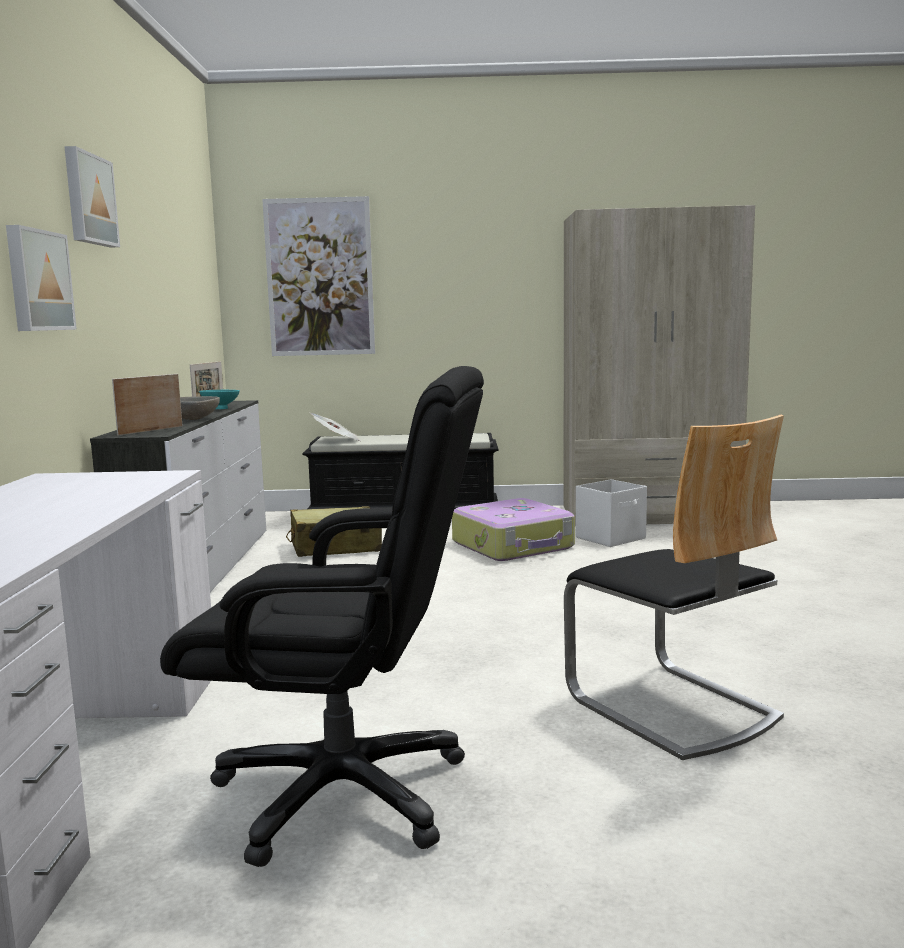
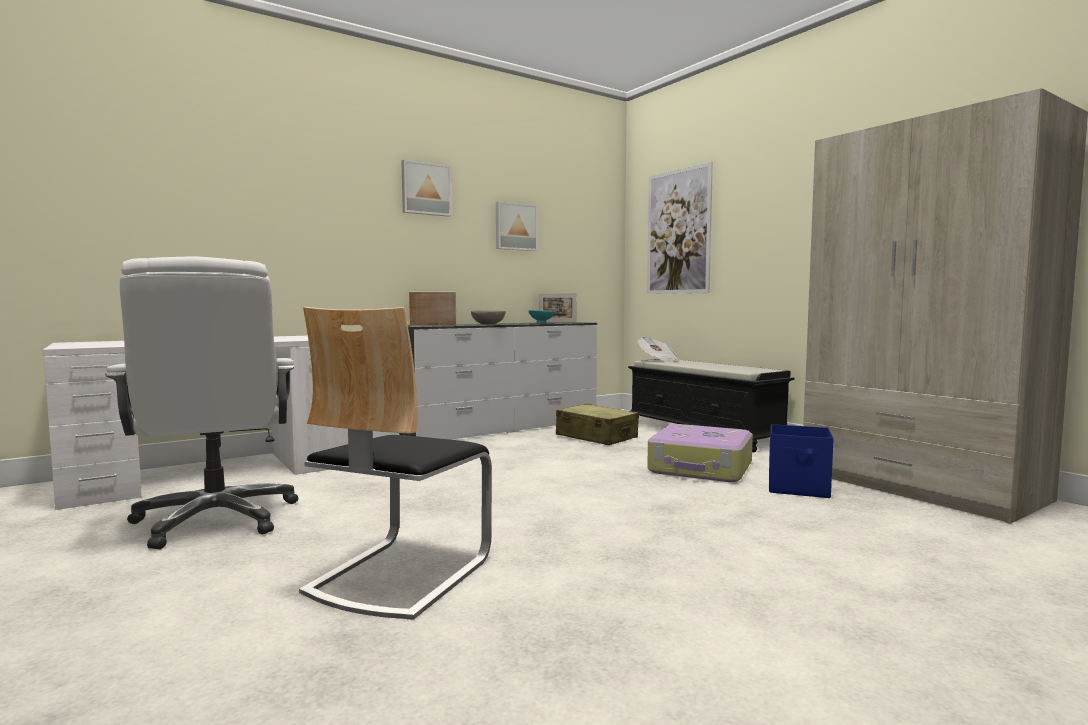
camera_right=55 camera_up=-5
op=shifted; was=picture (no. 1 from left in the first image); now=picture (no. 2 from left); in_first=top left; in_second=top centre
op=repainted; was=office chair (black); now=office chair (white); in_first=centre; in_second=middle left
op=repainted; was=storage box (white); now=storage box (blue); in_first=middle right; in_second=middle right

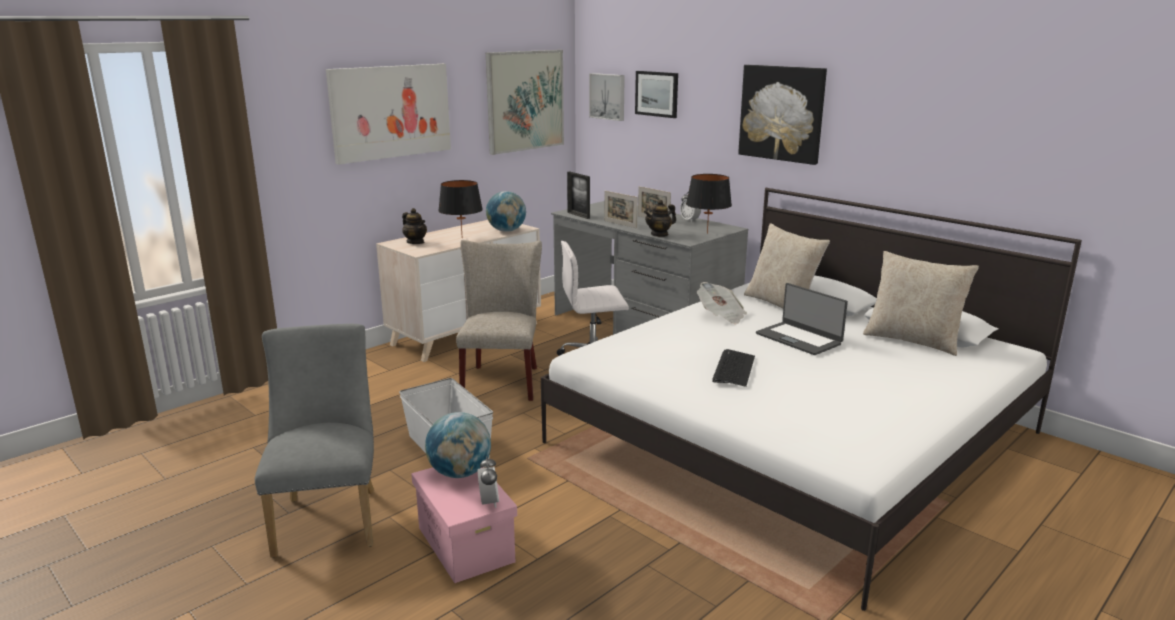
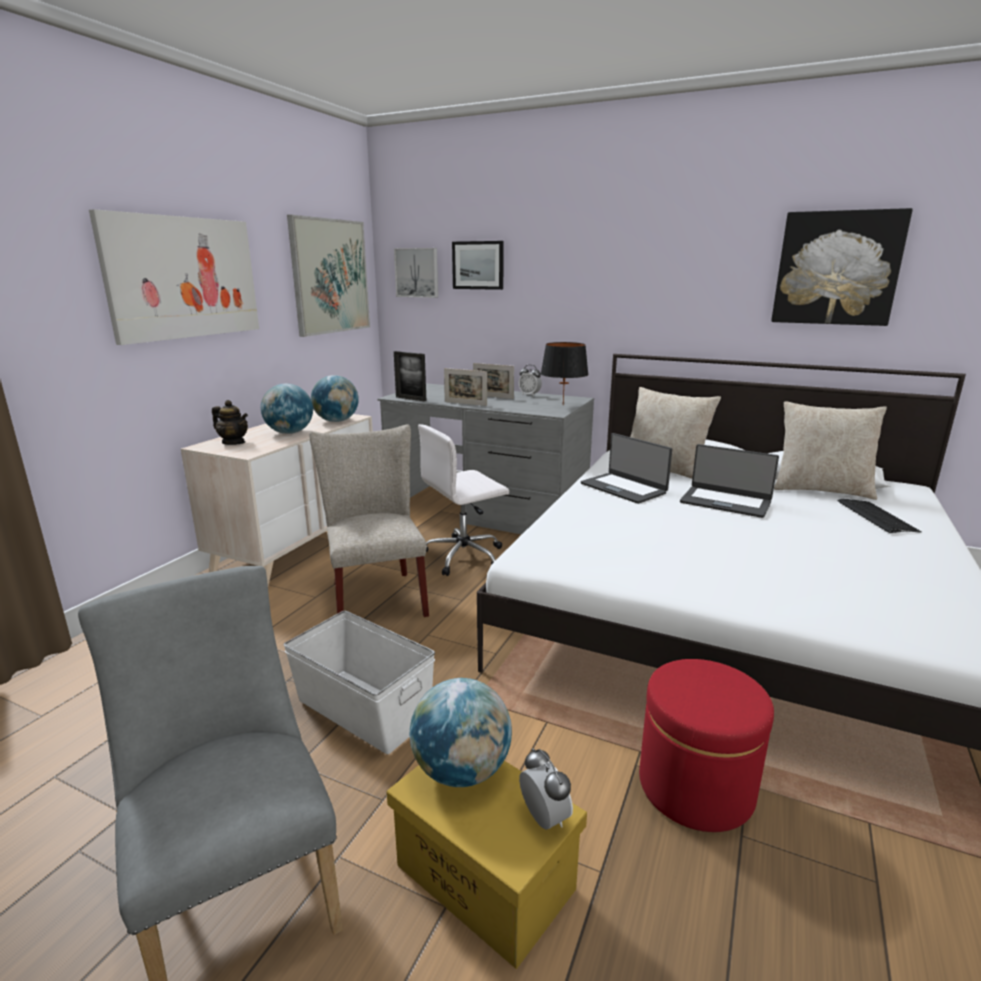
camera_right=-20 camera_up=0
op=shifted; was=picture (no. 5 from left); in_first=top centre; in_second=top right
op=swapped; was=table lamp (black) (no. 1 from left); now=globe (no. 1 from left); in_first=top centre; in_second=middle left
op=gone; was=teapot (no. 2 from left); in_first=centre
op=swapped; was=newspaper; now=laptop (no. 1 from left); in_first=centre; in_second=centre
op=shifted; was=keyboard; in_first=centre; in_second=middle right
op=repainted; was=storage box (pink); now=storage box (yellow); in_first=bottom centre; in_second=bottom centre
op=new; now=ottoman (red); in_second=bottom right

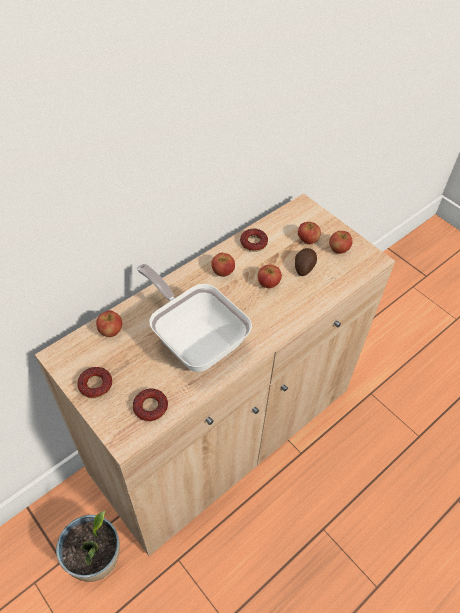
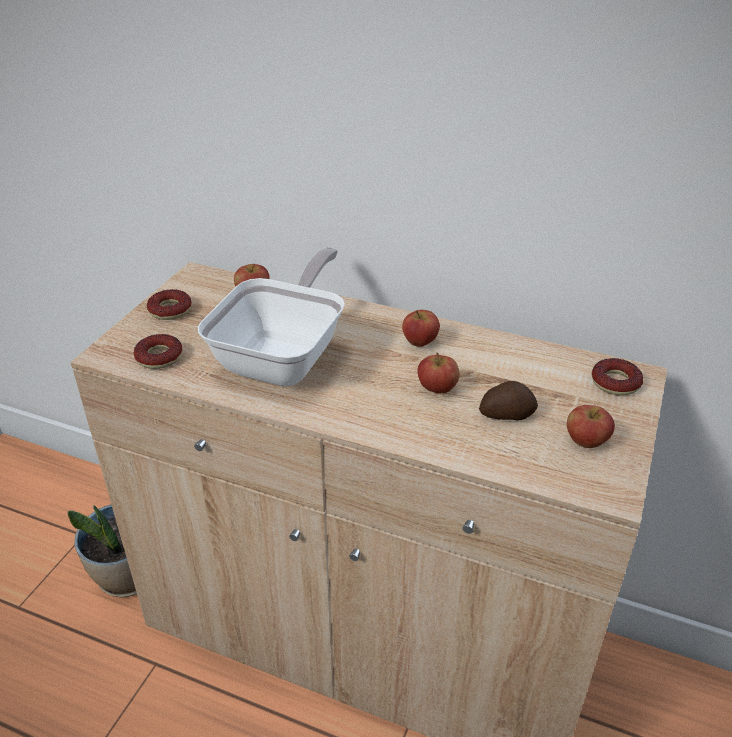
camera_right=65 camera_up=-15
op=gone; was=apple (no. 4 from left); in_first=middle right
op=shifted; was=donut (no. 3 from left); in_first=centre; in_second=middle right

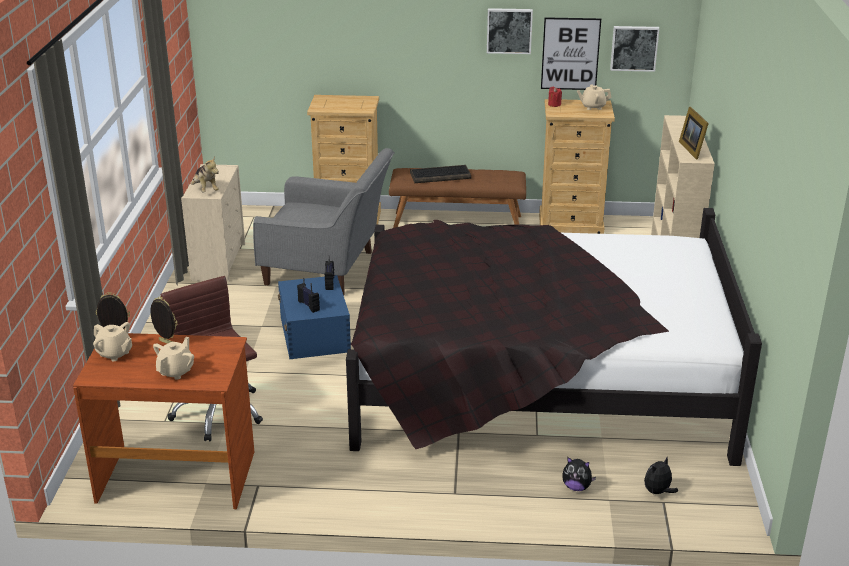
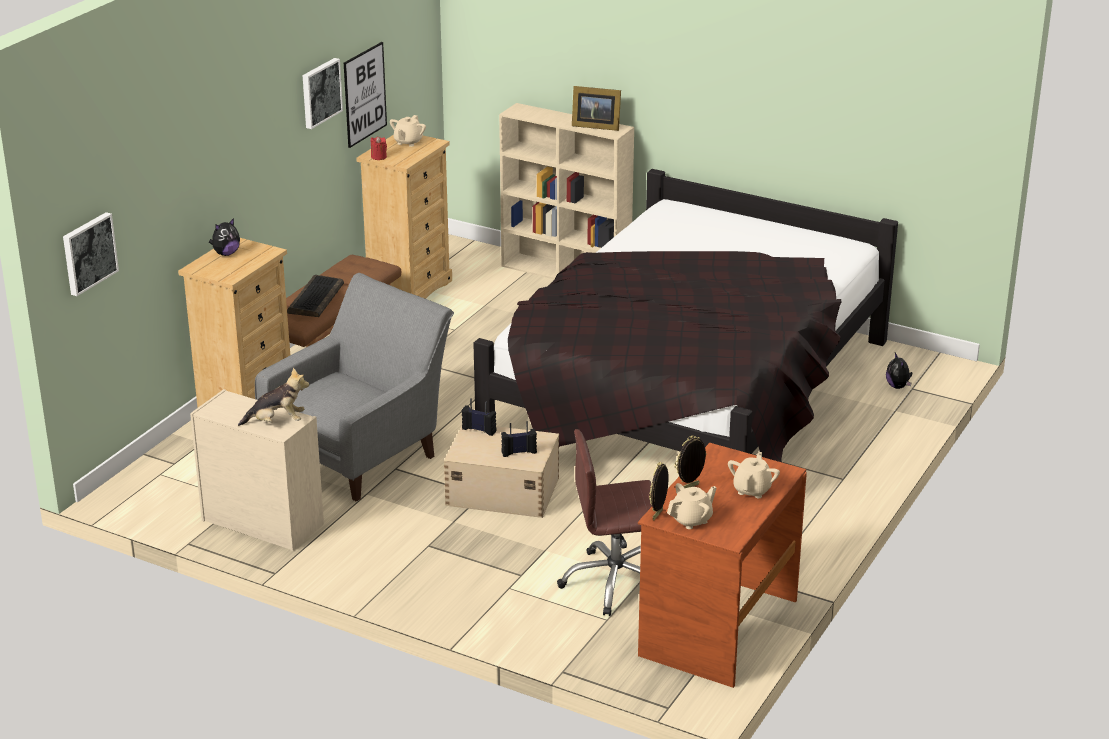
camera_right=-65 camera_up=0
op=shifted; was=picture (no. 3 from left in the first image); now=picture (no. 1 from left); in_first=top right; in_second=middle left
op=repainted; was=storage box (blue); now=storage box (beige); in_first=centre; in_second=centre
op=rotated; was=teapot (beige) (no. 2 from left in the first image); in_first=middle left; in_second=middle right; clockwise=60
op=shifted; was=plush toy (no. 2 from left in the first image); now=plush toy (no. 1 from left); in_first=bottom right; in_second=top left

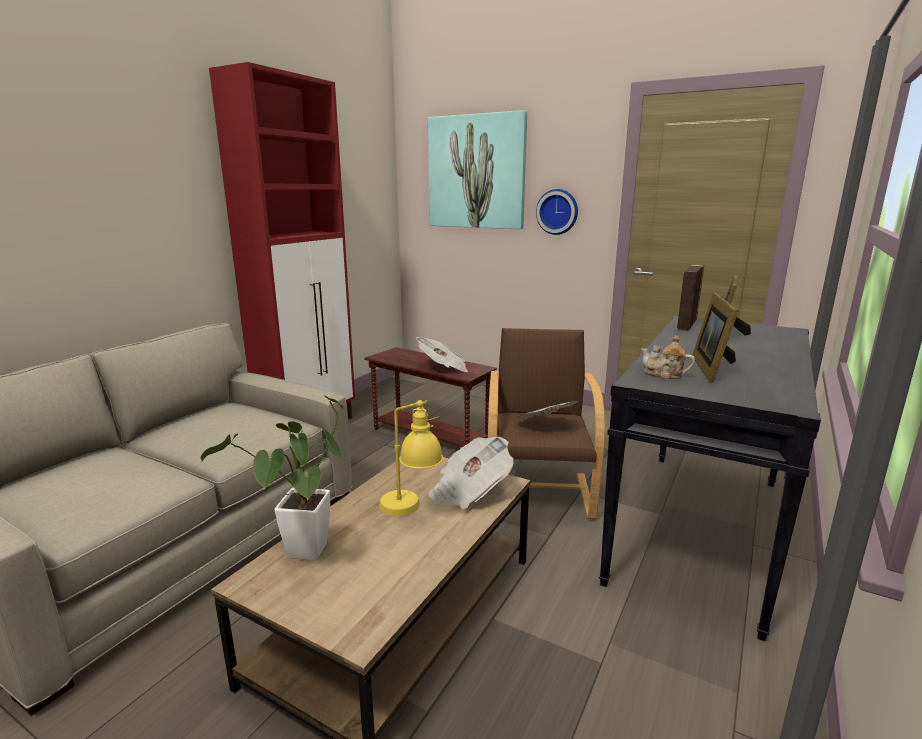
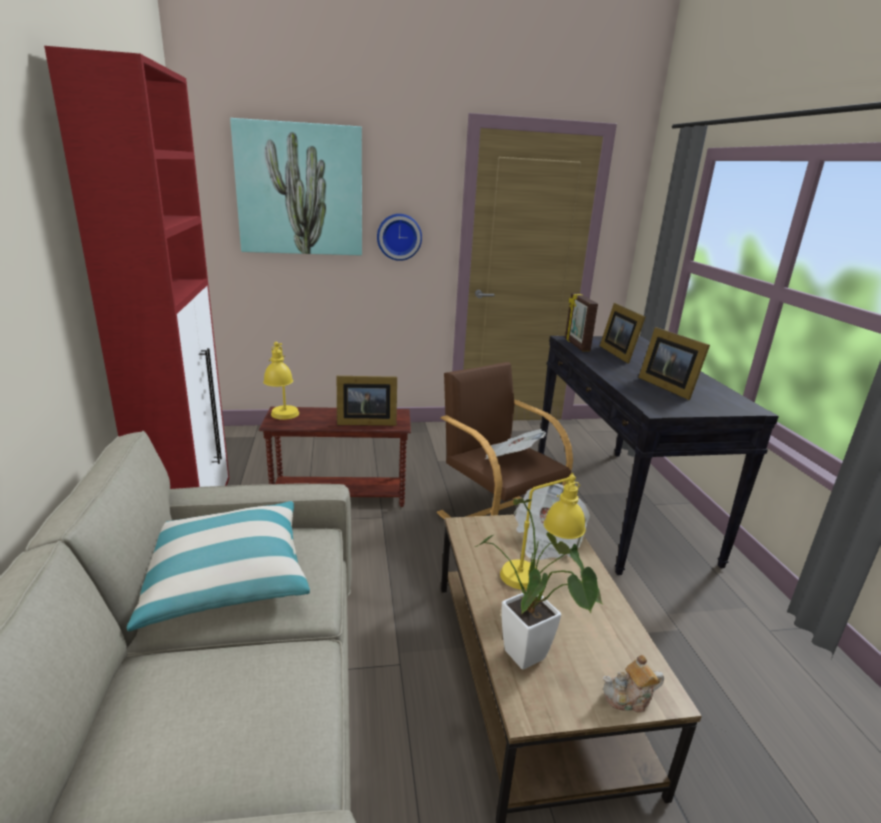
camera_right=-40 camera_up=5
op=shifted; was=teapot; in_first=middle right; in_second=bottom right
op=swapped; was=newspaper (no. 1 from left); now=picture frame (no. 1 from left); in_first=centre; in_second=centre
op=new; now=table lamp (yellow) (no. 1 from left); in_second=middle left
op=new; now=pillow; in_second=bottom left

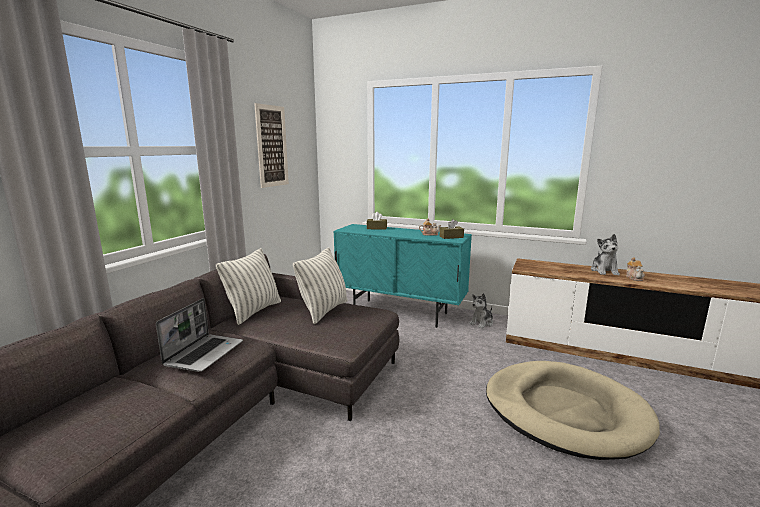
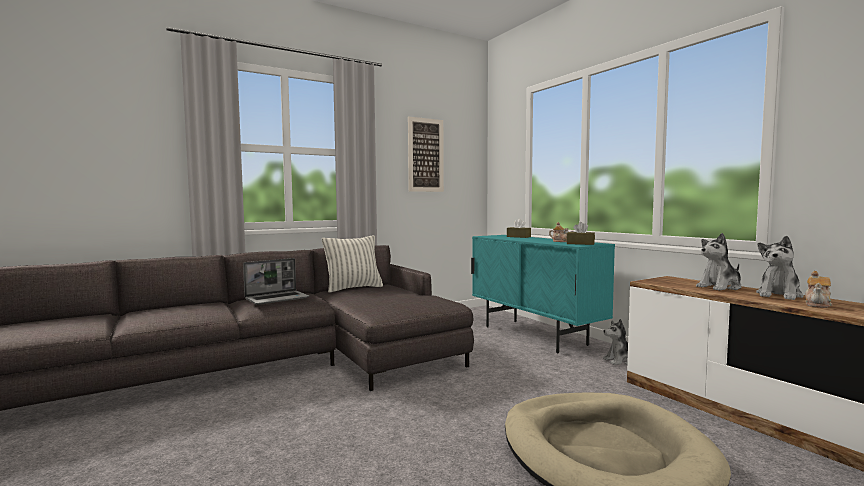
camera_right=35 camera_up=-10
op=gone; was=pillow (no. 2 from left); in_first=centre
op=new; now=plush toy (no. 2 from left); in_second=middle right

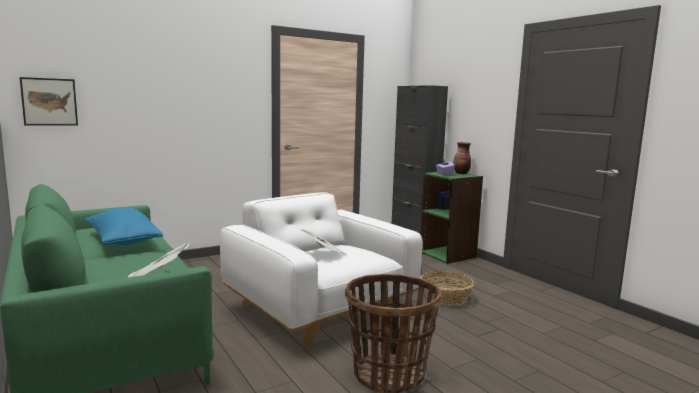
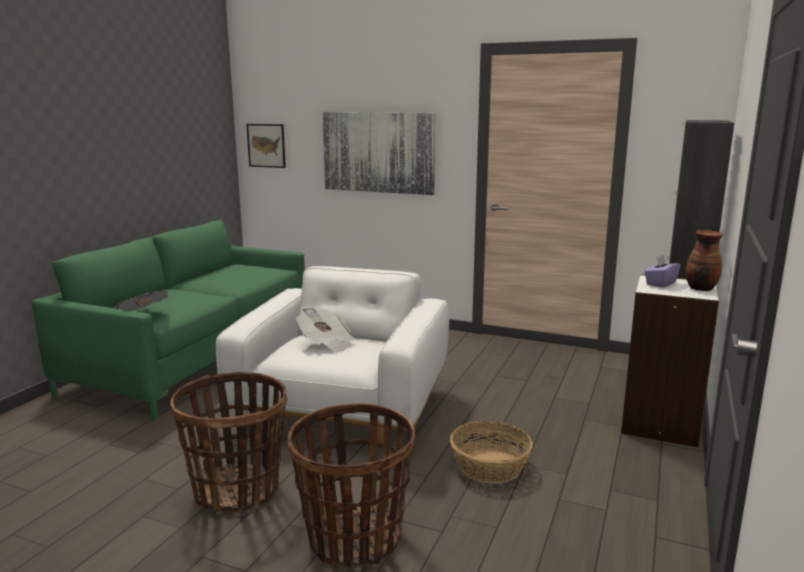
camera_right=55 camera_up=5
op=repainted; was=bookcase (green); now=bookcase (white); in_first=centre; in_second=middle right
op=gone; was=pillow (blue); in_first=middle left
op=new; now=picture (no. 2 from left); in_second=top centre
op=new; now=basket (no. 2 from left); in_second=bottom centre

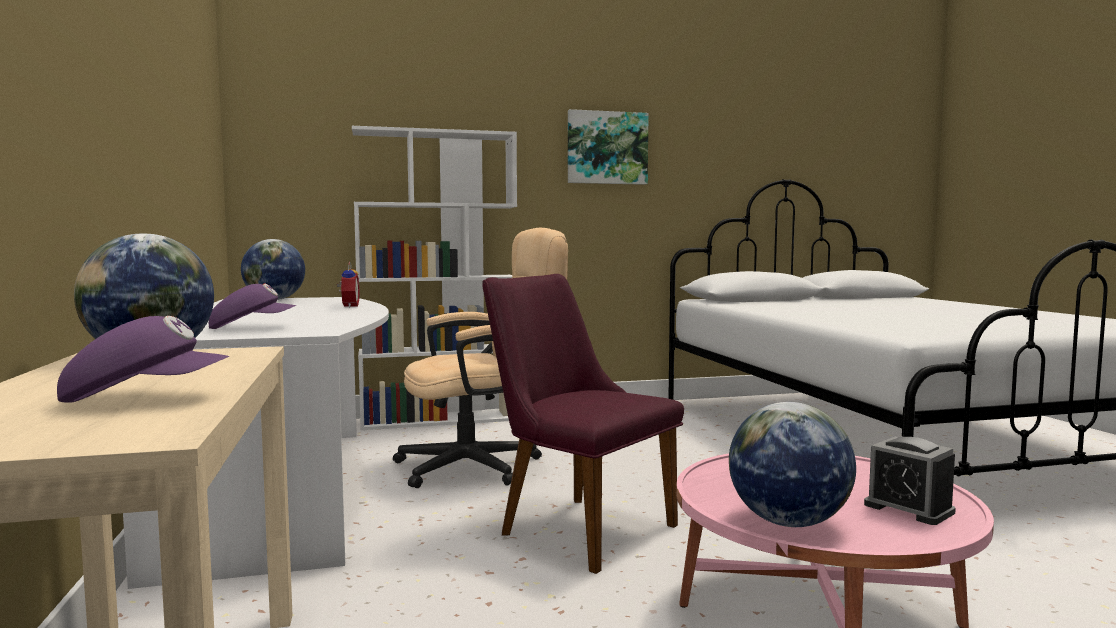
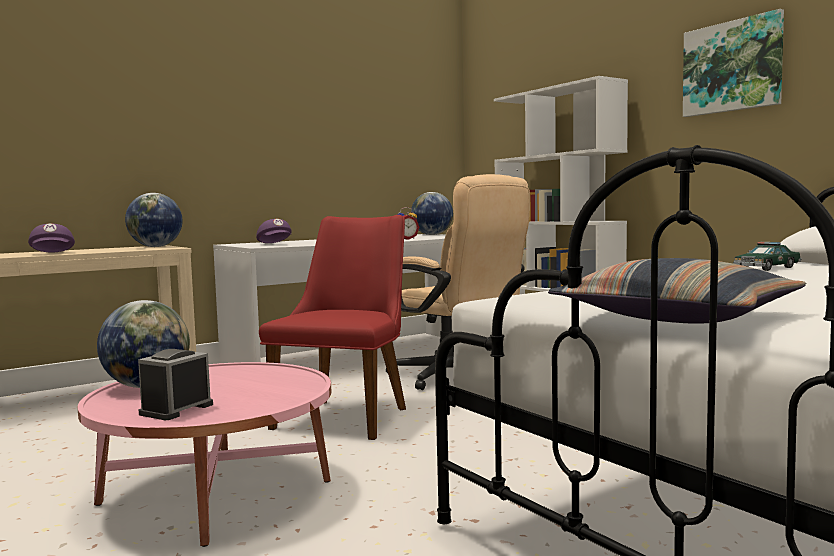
camera_right=70 camera_up=0
op=repainted; was=chair (purple); now=chair (red); in_first=bottom centre; in_second=centre
op=new; now=toy car; in_second=middle right
op=new; now=pillow; in_second=middle right

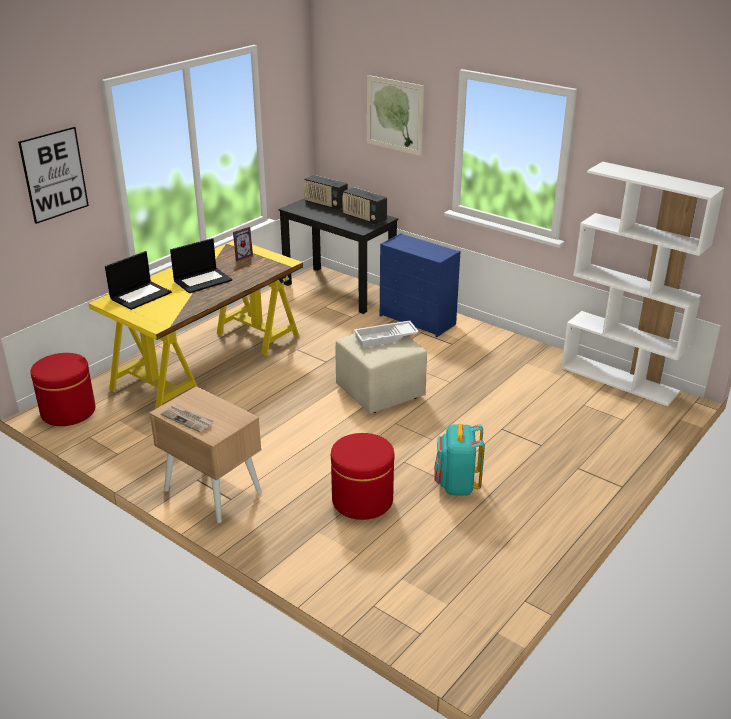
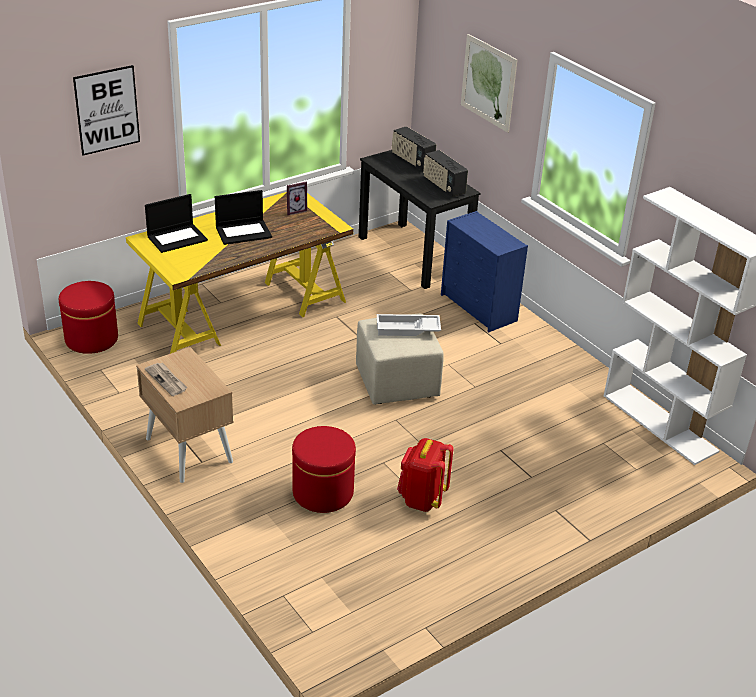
camera_right=15 camera_up=5
op=repainted; was=backpack (turquoise); now=backpack (red); in_first=centre; in_second=bottom centre

